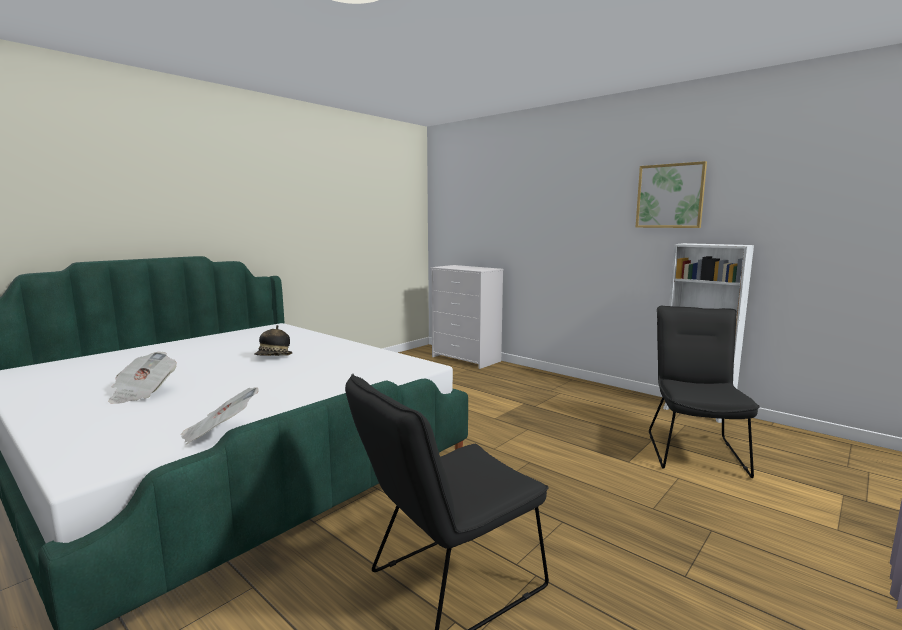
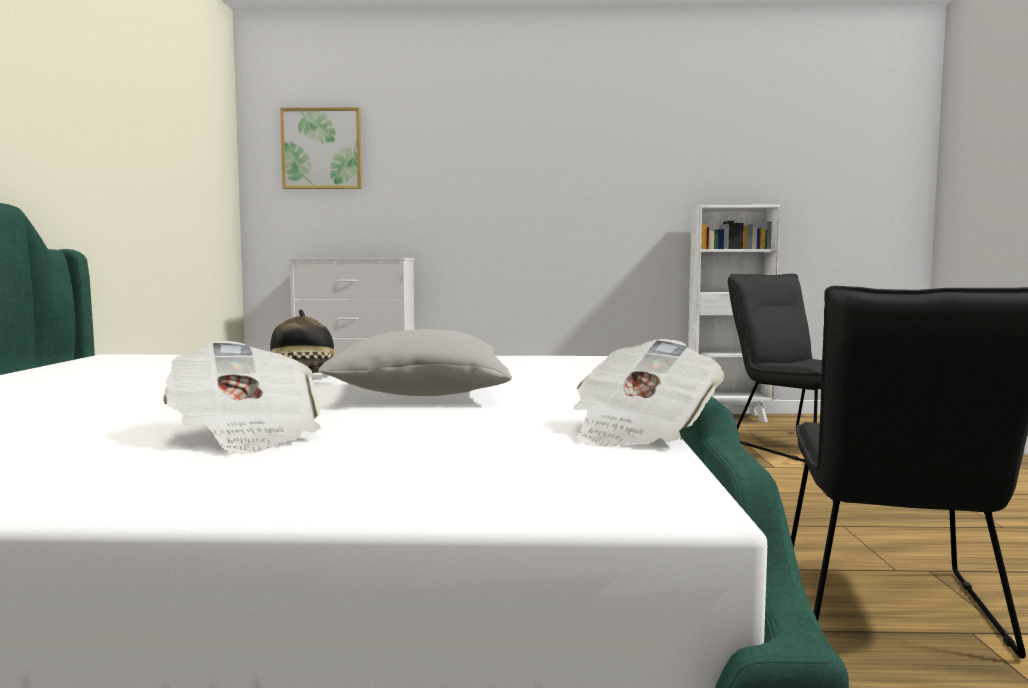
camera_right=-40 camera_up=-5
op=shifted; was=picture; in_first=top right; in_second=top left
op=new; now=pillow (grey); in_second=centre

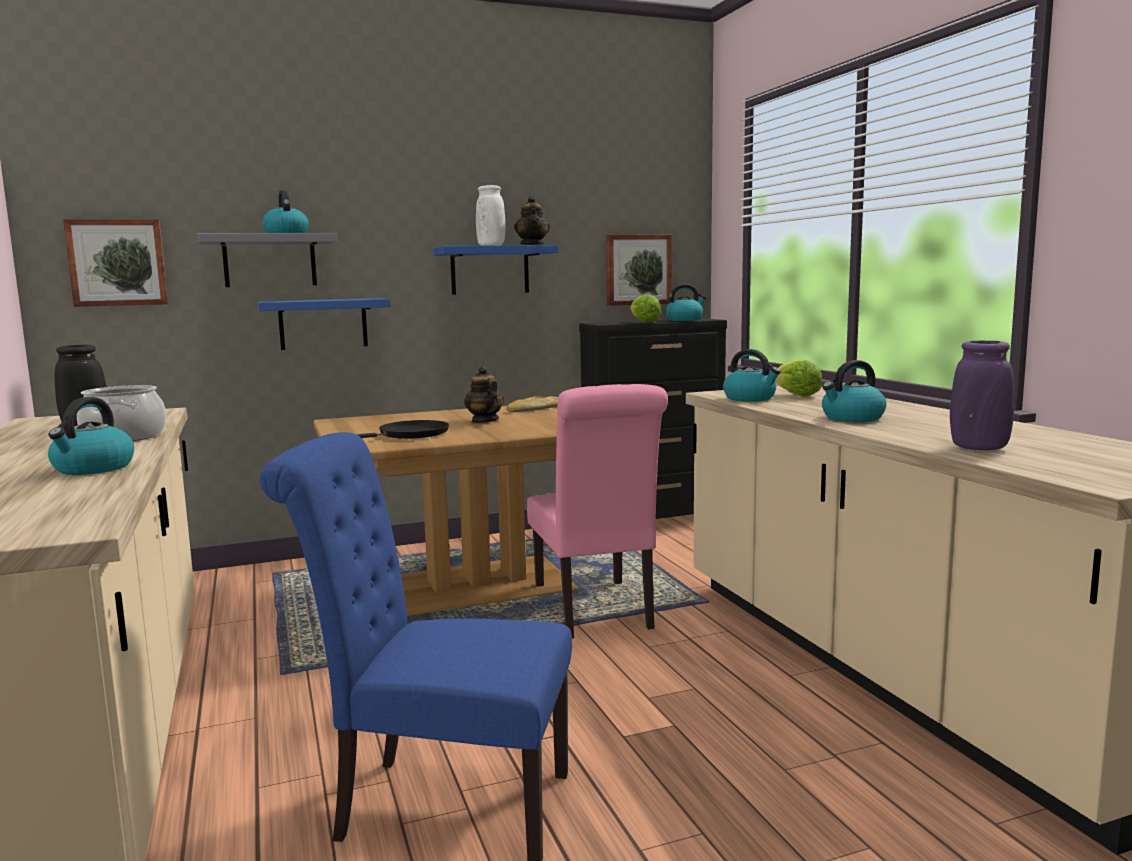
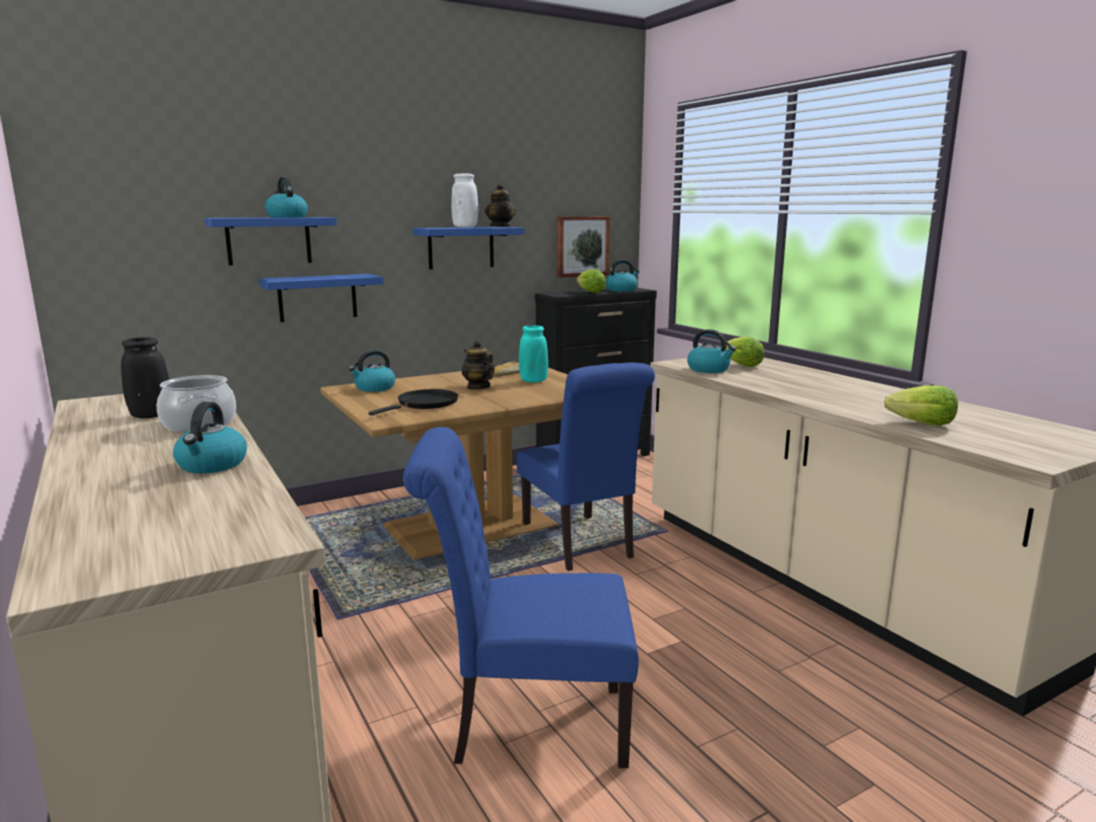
camera_right=-10 camera_up=5
op=gone; was=picture (no. 1 from left); in_first=top left
op=repainted; was=shelf (grey); now=shelf (blue) (no. 1 from left); in_first=top left; in_second=top left
op=swapped; was=vase (purple); now=lettuce (no. 3 from left); in_first=middle right; in_second=middle right
op=shifted; was=kettle (no. 5 from left in the first image); now=kettle (no. 3 from left); in_first=middle right; in_second=centre
op=repainted; was=chair (pink); now=chair (blue) (no. 2 from left); in_first=centre; in_second=centre
op=new; now=vase (turquoise); in_second=centre

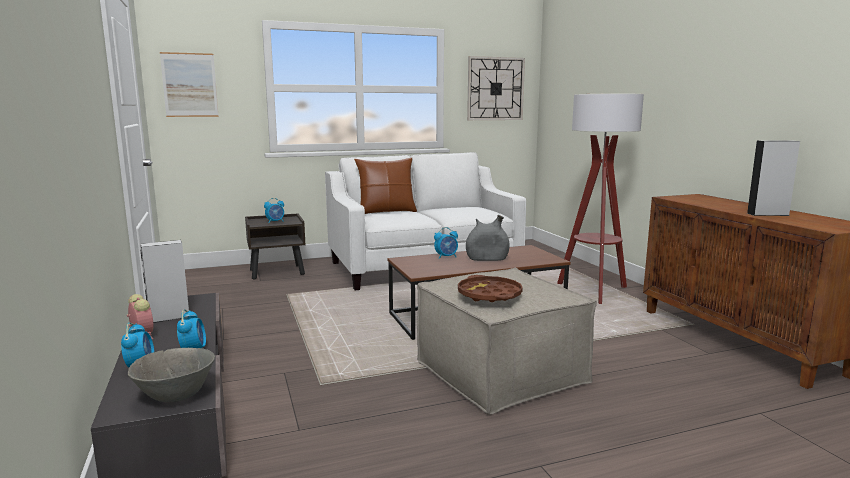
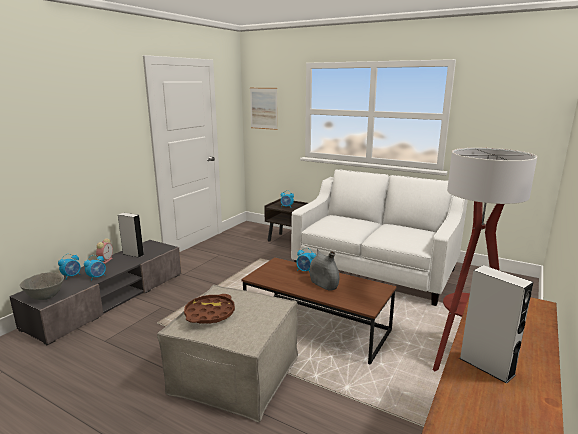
camera_right=50 camera_up=5
op=gone; was=wall clock; in_first=top centre
op=gone; was=pillow (brown); in_first=centre

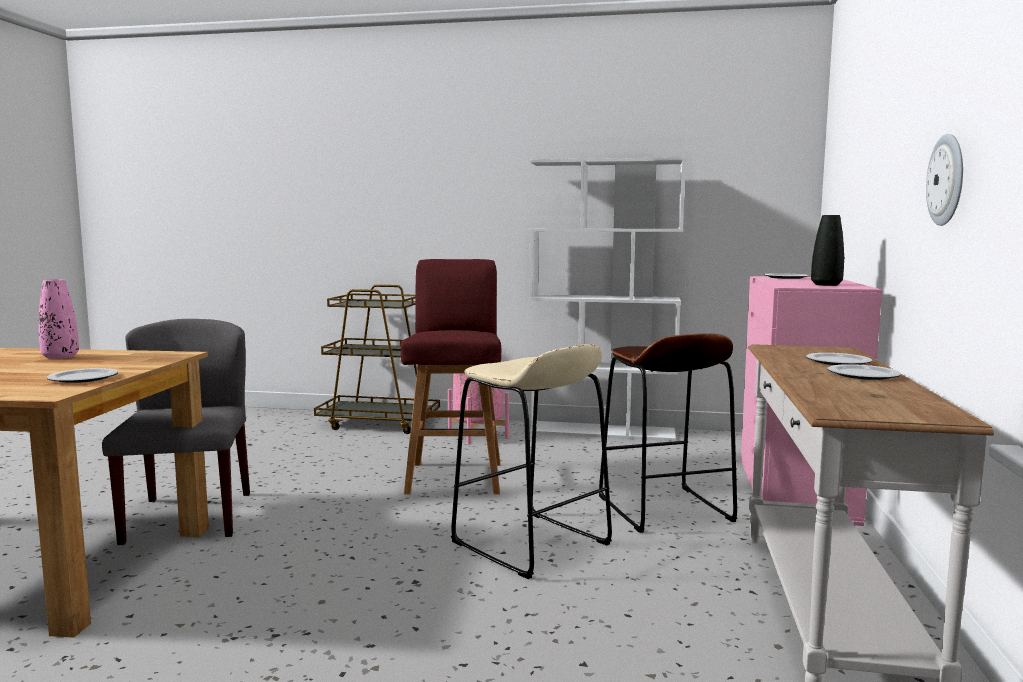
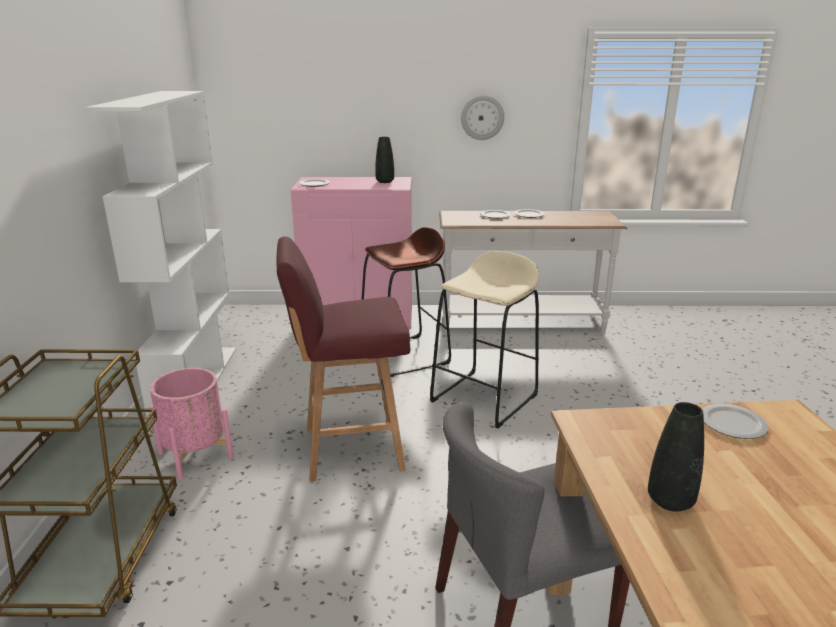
camera_right=-100 camera_up=15
op=repainted; was=vase (pink); now=vase (black) (no. 2 from left); in_first=middle left; in_second=bottom right

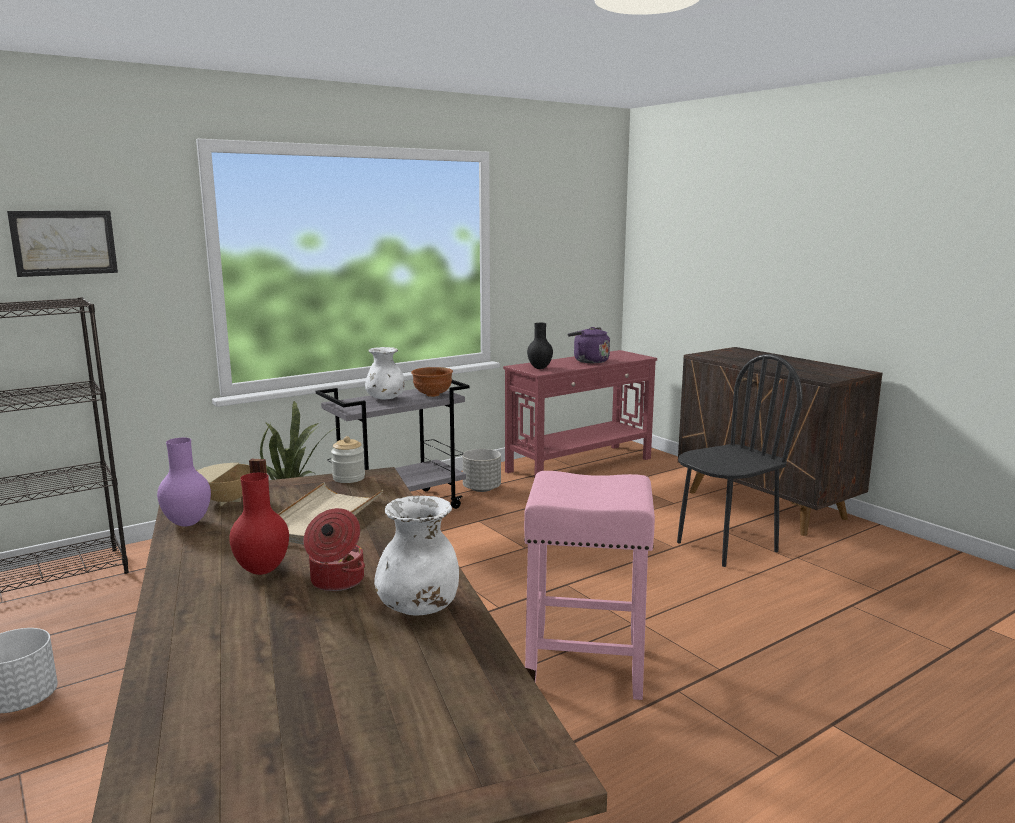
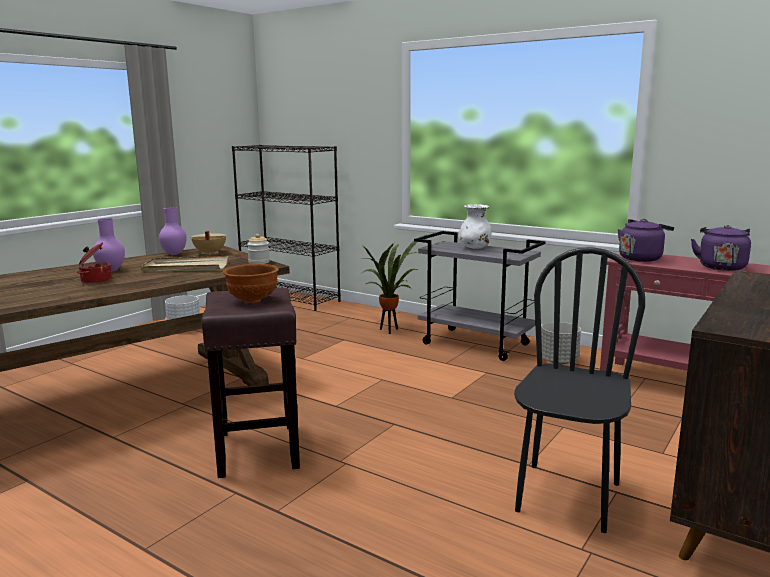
camera_right=70 camera_up=0
op=gone; was=picture; in_first=top left
op=swapped; was=vase (black); now=kettle (purple) (no. 1 from left); in_first=centre; in_second=middle right
op=rotated; was=chair (black); in_first=middle right; in_second=bottom right; clockwise=-105
op=shifted; was=bowl (brown); in_first=centre; in_second=middle left
op=repainted; was=stool (pink); now=stool (brown); in_first=bottom centre; in_second=middle left
op=repainted; was=vase (red); now=vase (purple) (no. 1 from left); in_first=middle left; in_second=middle left
op=gone; was=vase (white) (no. 2 from left); in_first=bottom centre

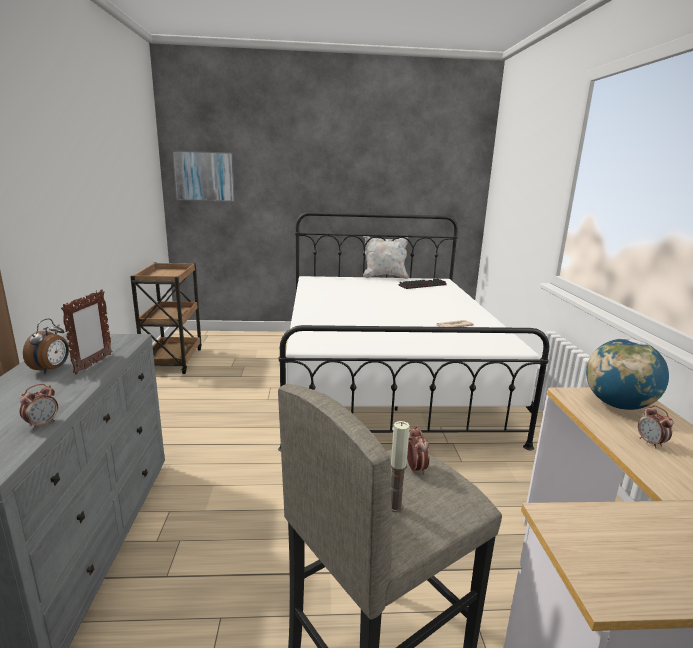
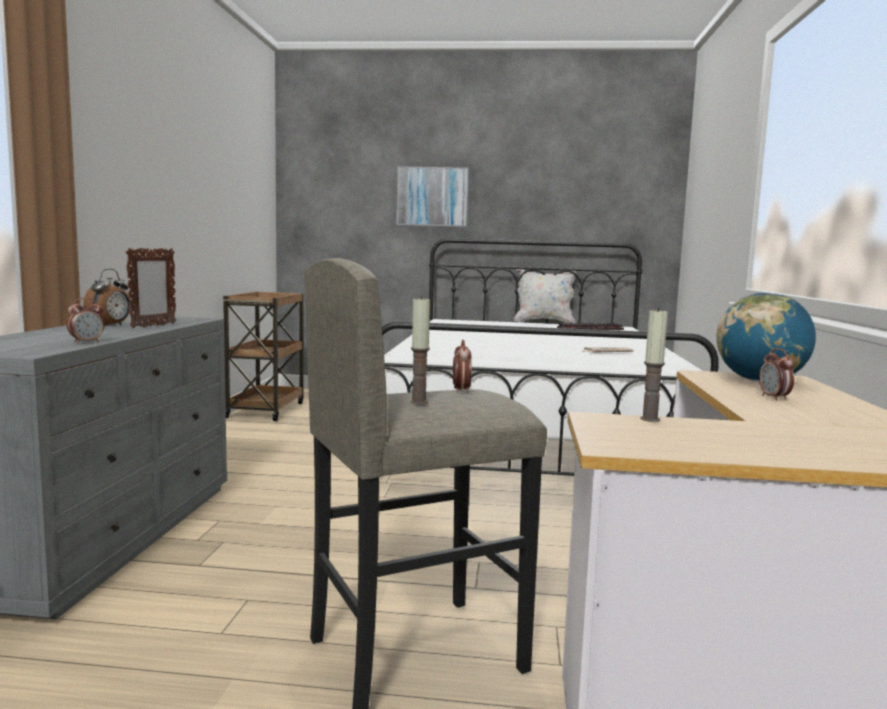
camera_right=10 camera_up=-10
op=shifted; was=picture; in_first=top left; in_second=top centre
op=new; now=candle (no. 2 from left); in_second=middle right

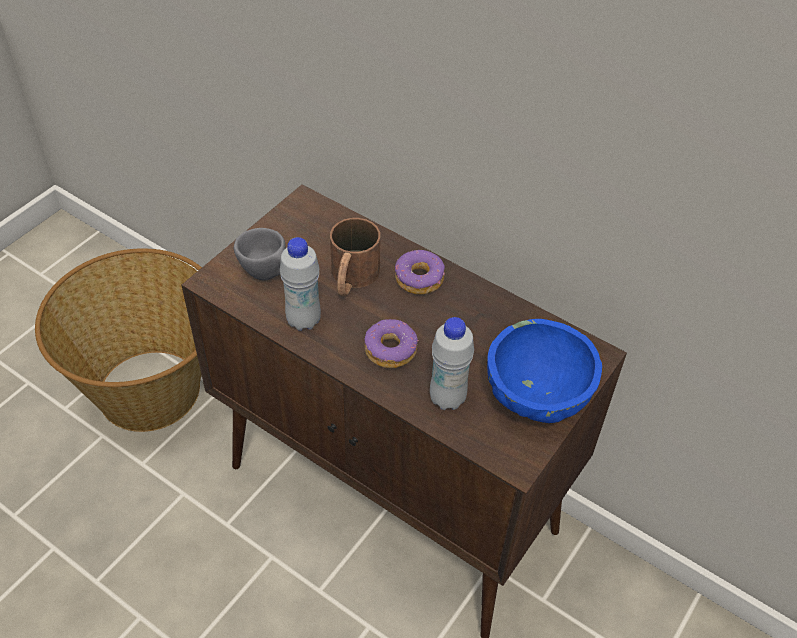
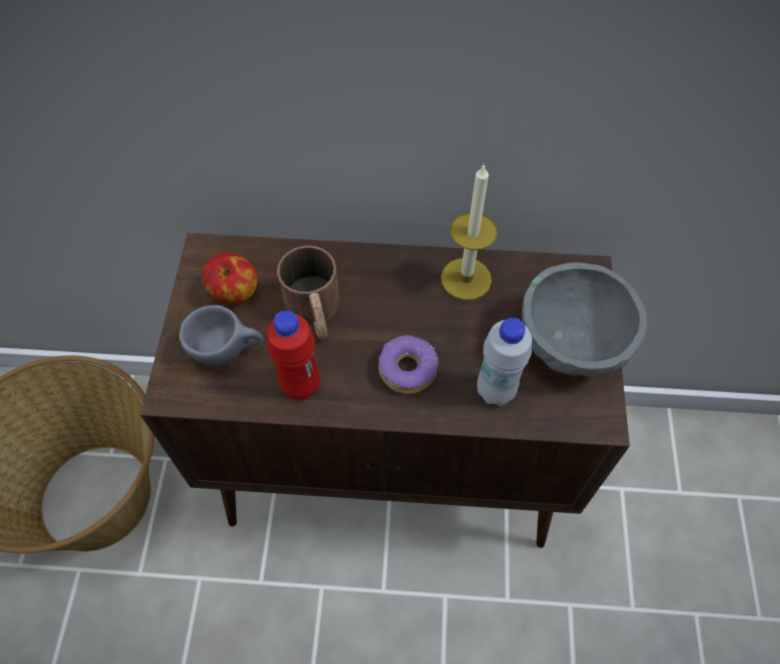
camera_right=-30 camera_up=10
op=repainted; was=bottle (white) (no. 1 from left); now=bottle (red); in_first=centre; in_second=centre
op=gone; was=donut (no. 2 from left); in_first=centre
op=repainted; was=bowl (blue); now=bowl (grey); in_first=middle right; in_second=middle right
op=new; now=candle; in_second=centre
op=new; now=apple; in_second=middle left

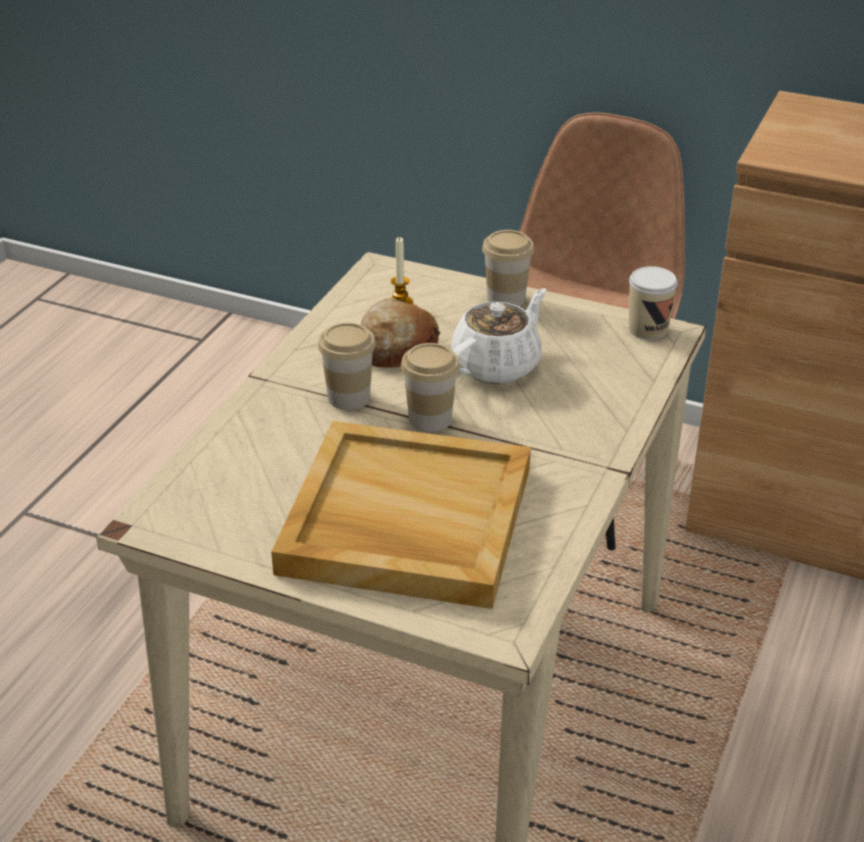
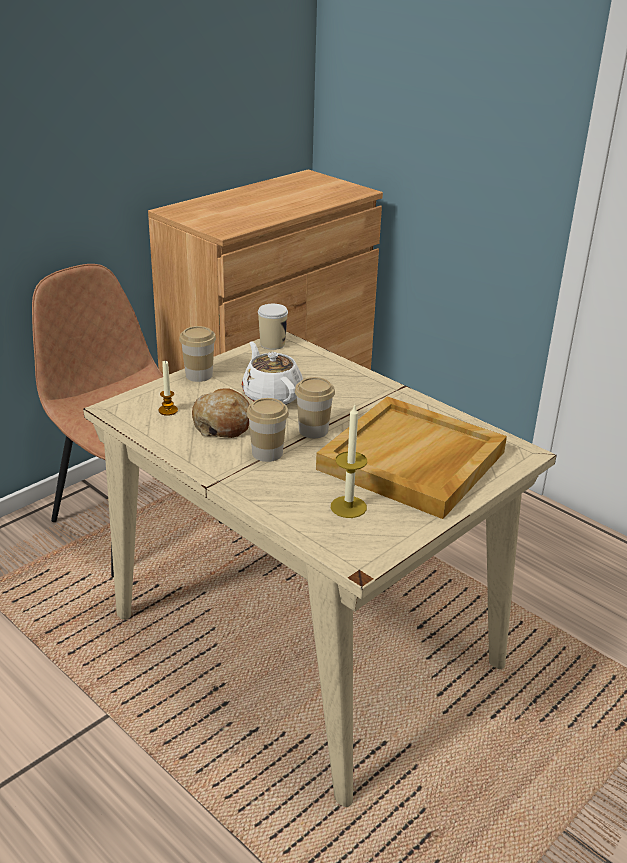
camera_right=-70 camera_up=-5
op=new; now=candle (no. 2 from left); in_second=centre

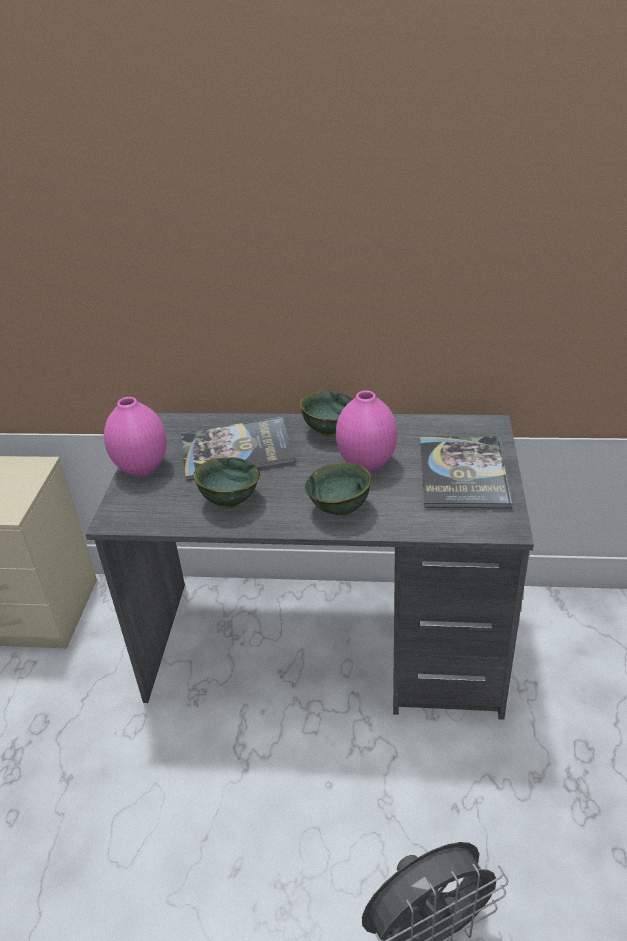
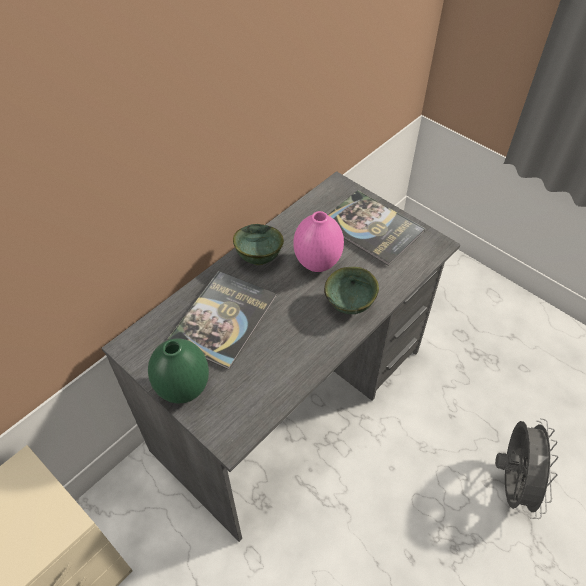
camera_right=-55 camera_up=15
op=repainted; was=vase (pink) (no. 1 from left); now=vase (green); in_first=middle left; in_second=middle left
op=gone; was=bowl (green) (no. 1 from left); in_first=centre

